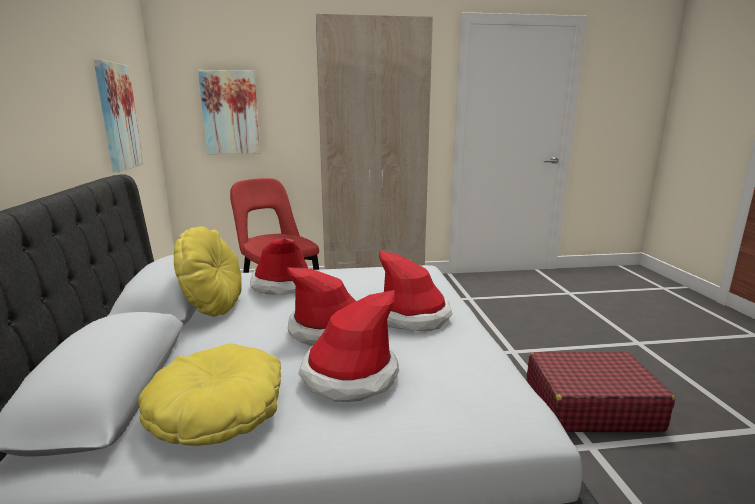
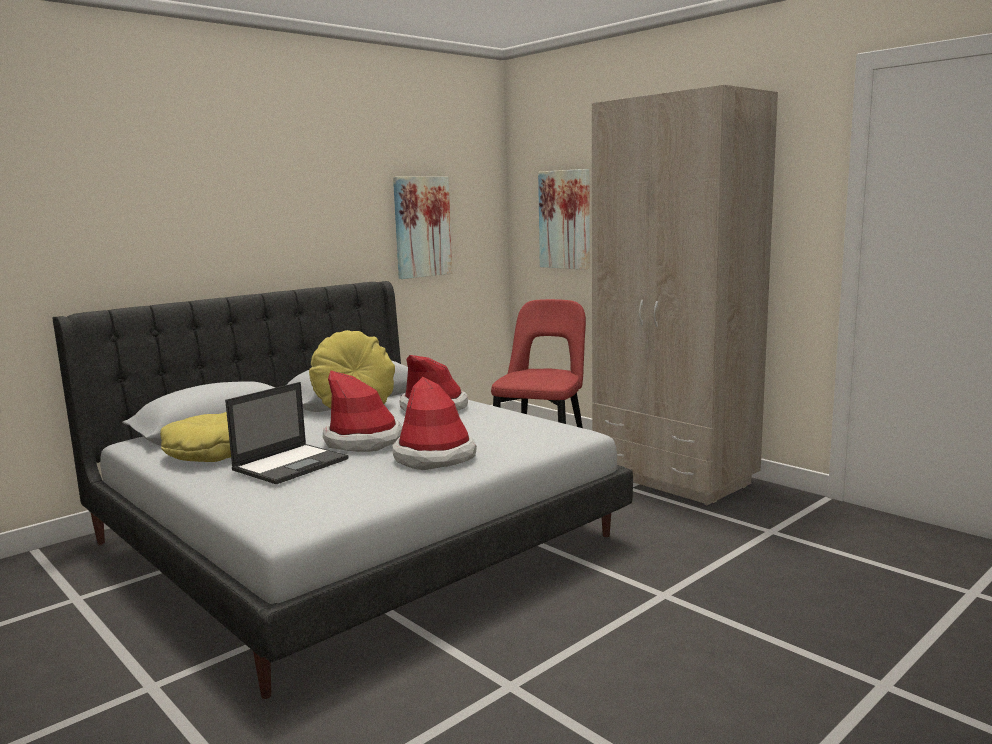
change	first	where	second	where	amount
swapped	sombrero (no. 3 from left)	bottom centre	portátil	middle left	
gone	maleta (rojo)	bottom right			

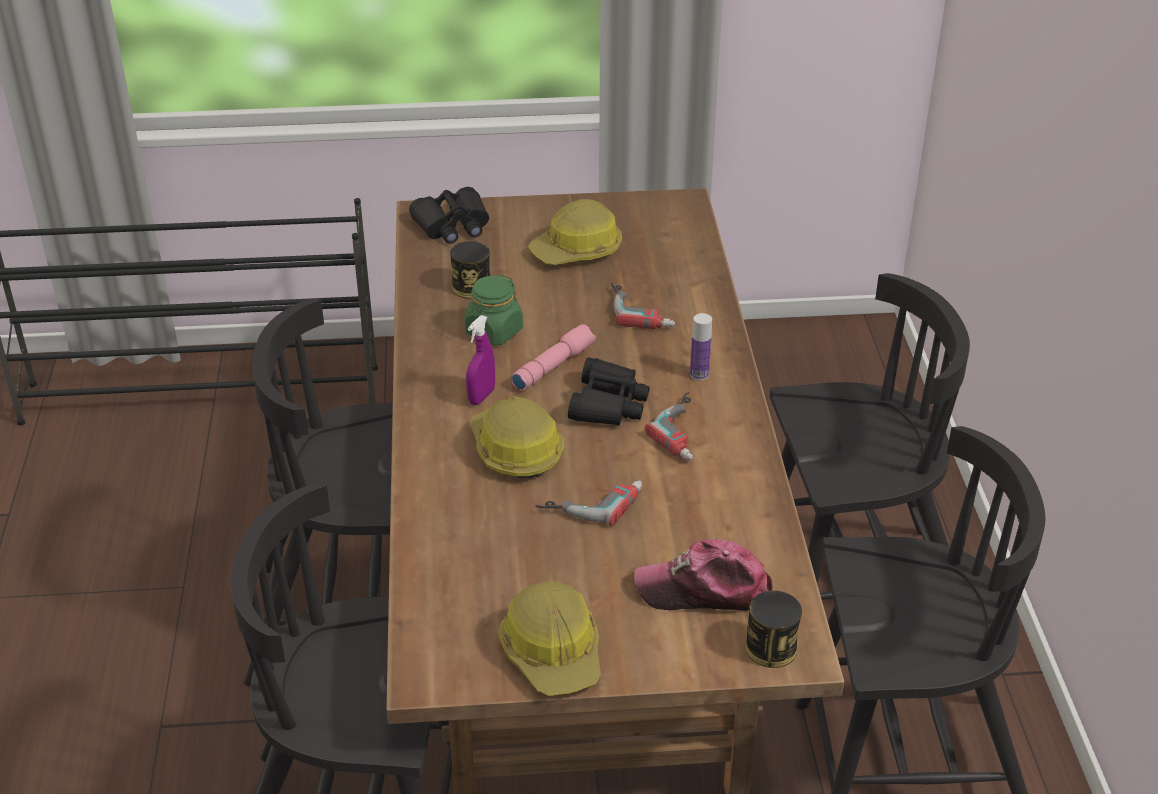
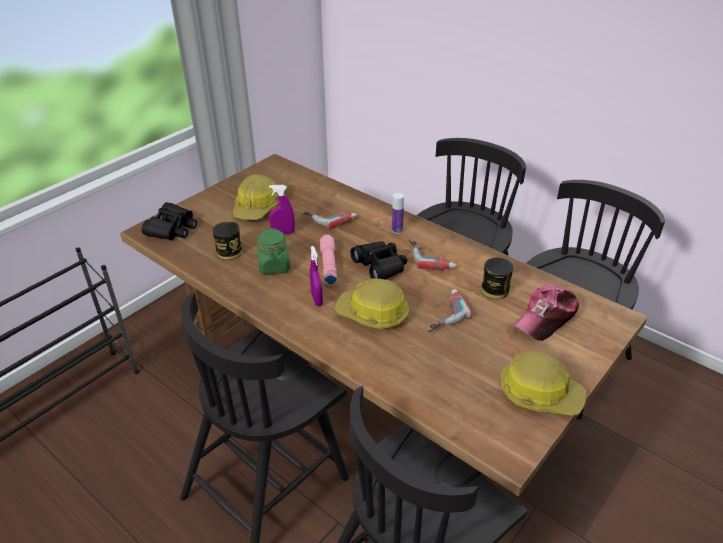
change	first	where	second	where	amount
new			pulverizador (morado) (no. 1 from left)	centre	
shifted	lata (no. 2 from left)	bottom right		middle right	

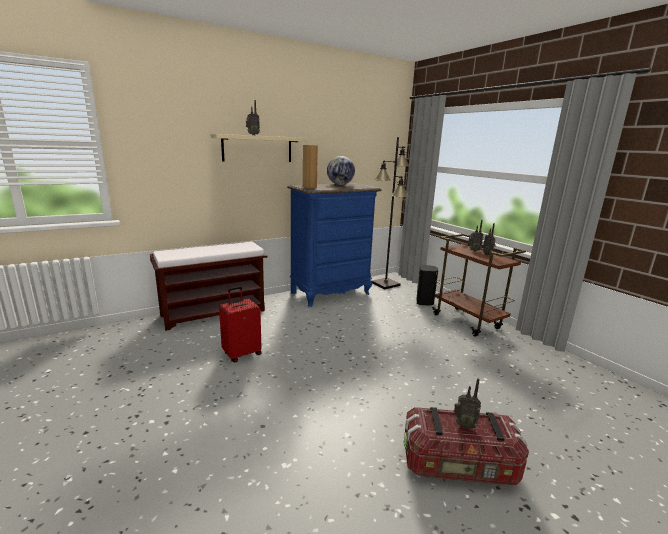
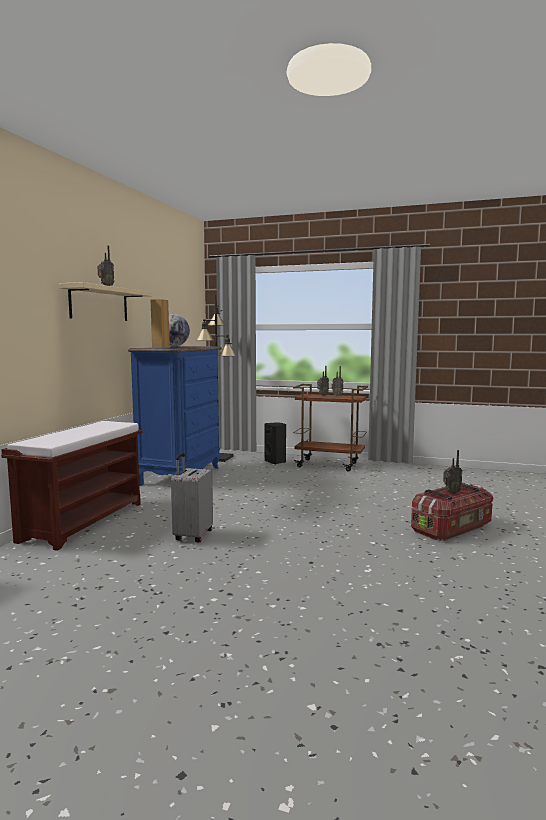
change	first	where	second	where	amount
repainted	maleta (rojo)	centre	maleta (gris)	centre	

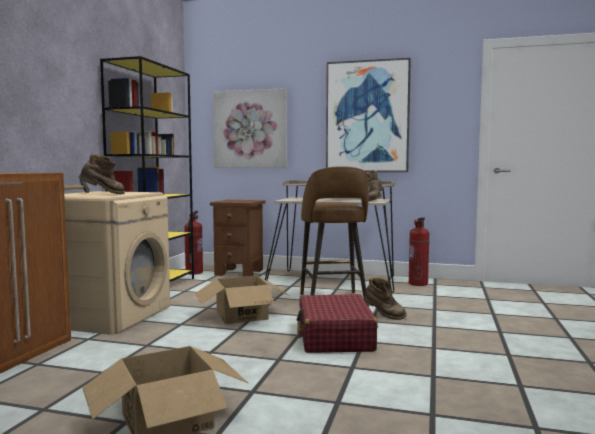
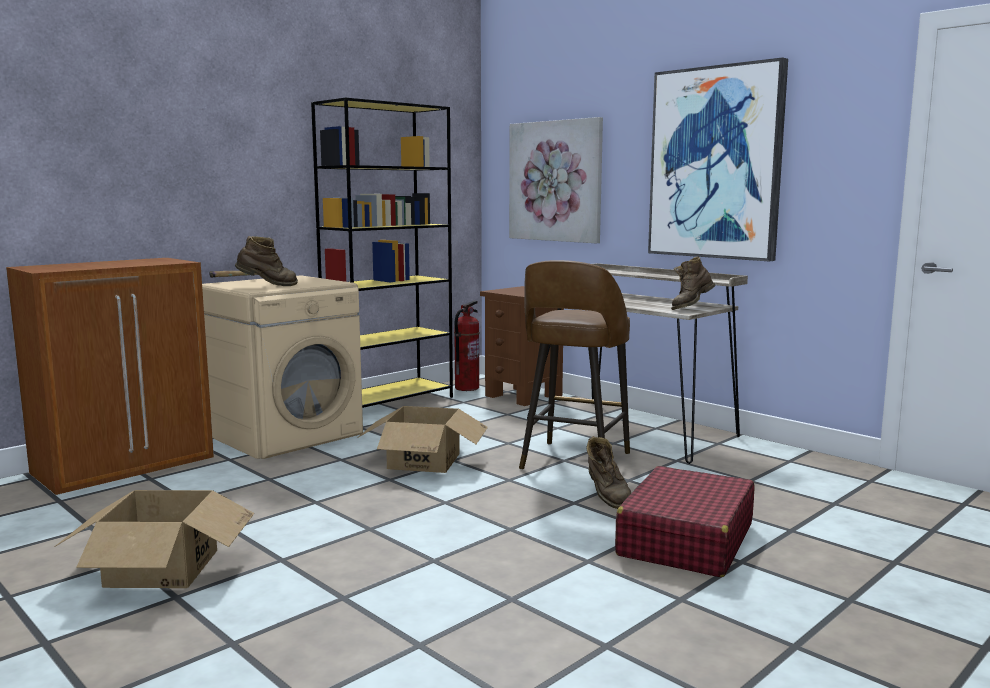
change	first	where	second	where	amount
shifted	maleta (rojo)	bottom centre		bottom right	
gone	extintor (no. 2 from left)	middle right			

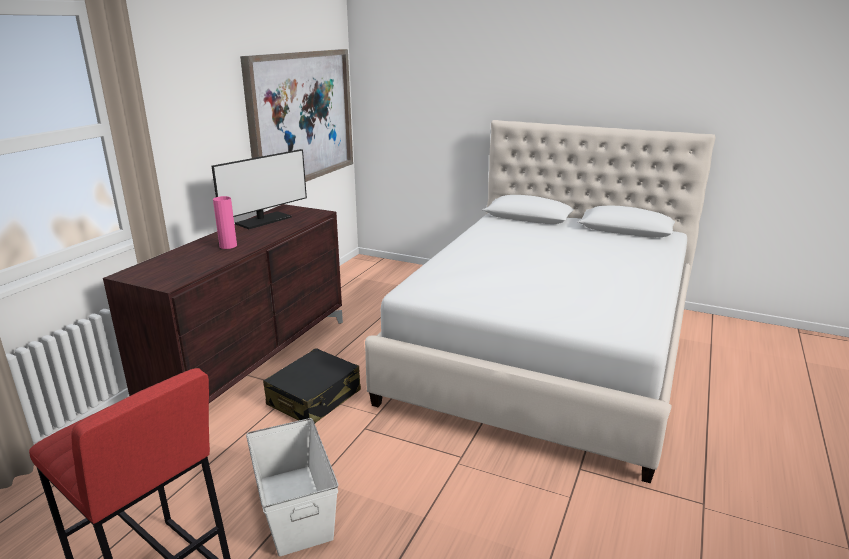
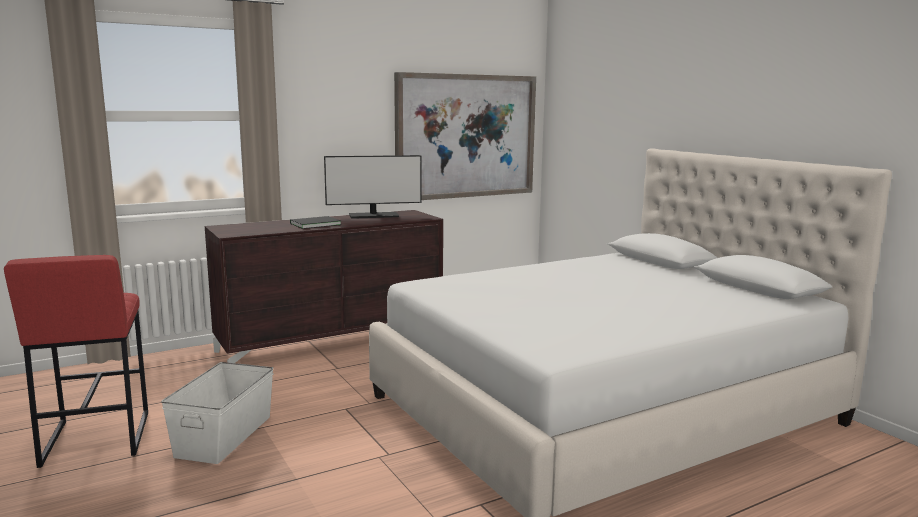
change	first	where	second	where	amount
swapped	florero (rosa)	middle left	libro (negro)	centre	
gone	maleta (negro)	bottom centre			

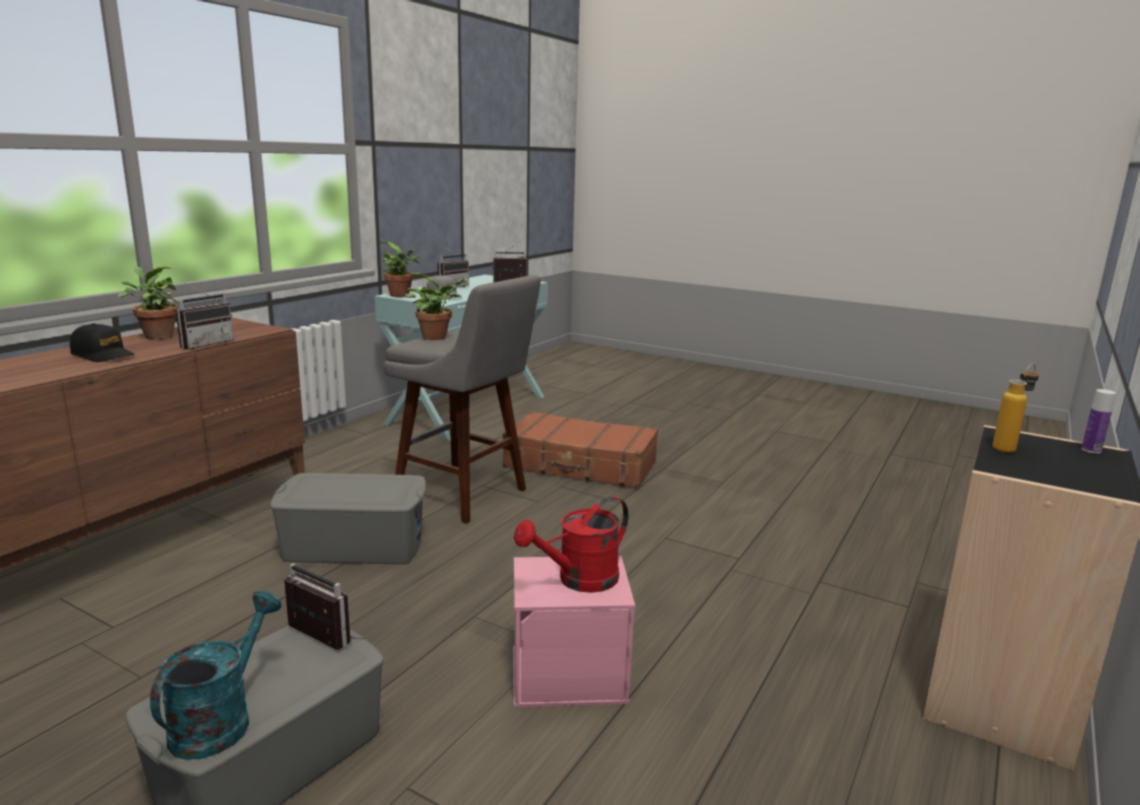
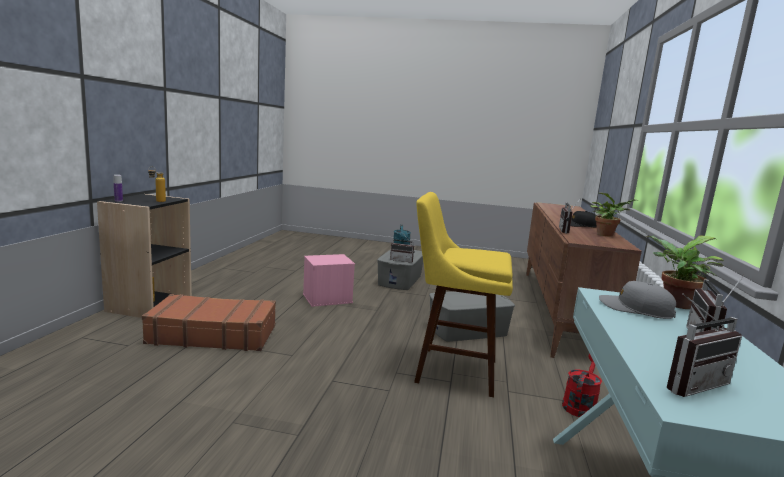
change	first	where	second	where	amount
shifted	maleta (marrón)	centre		bottom left	
repainted	taburete (gris)	centre	taburete (amarillo)	centre	
shifted	regadera (rojo)	bottom centre		bottom right	
gone	planta en maceta (no. 3 from left)	centre			

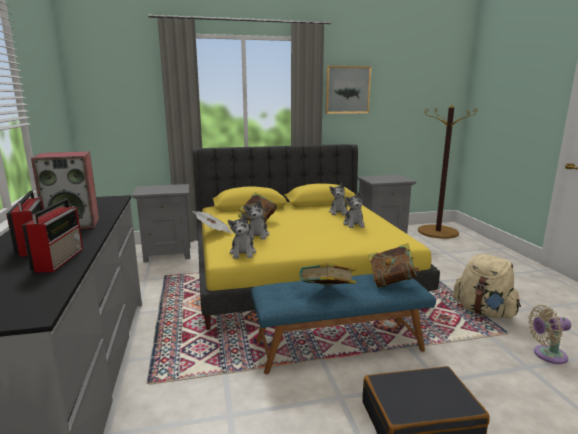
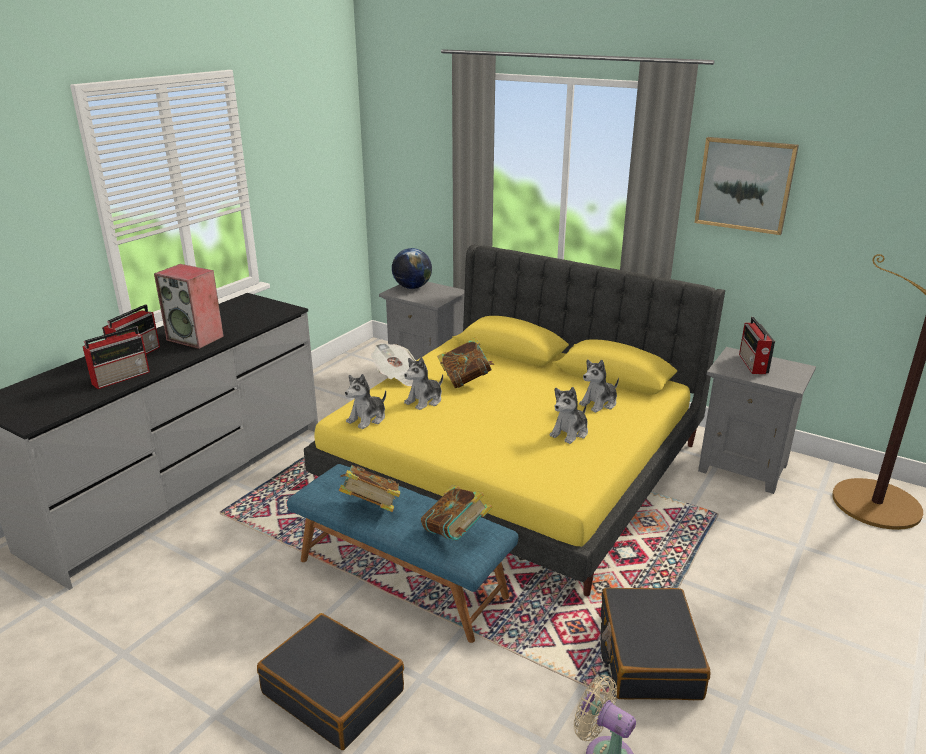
change	first	where	second	where	amount
new			globo terráqueo	centre	
swapped	mochila (beis)	middle right	maleta (negro) (no. 2 from left)	bottom right	
new			radio (no. 3 from left)	middle right	

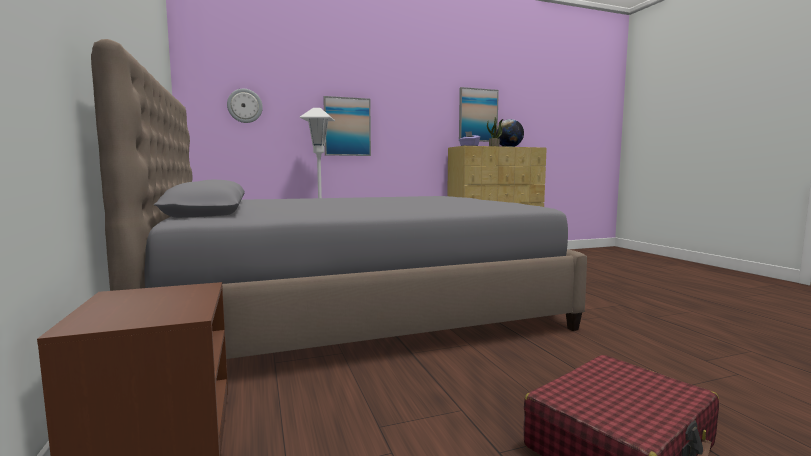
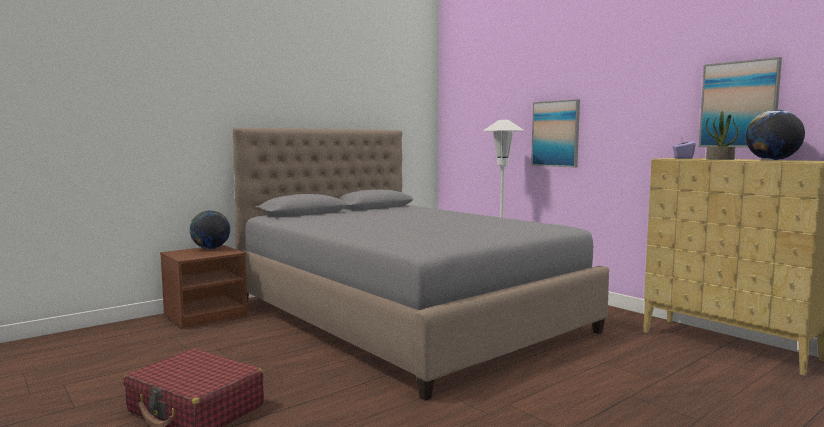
change	first	where	second	where	amount
new			globo terráqueo (no. 1 from left)	middle left	
gone	reloj de pared	top left			

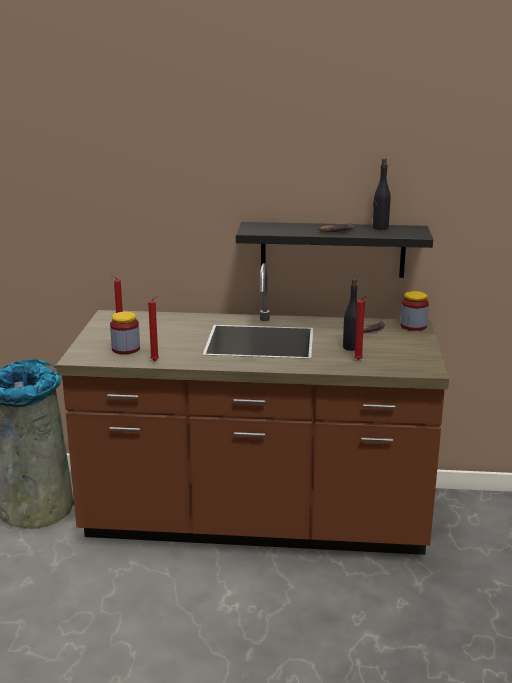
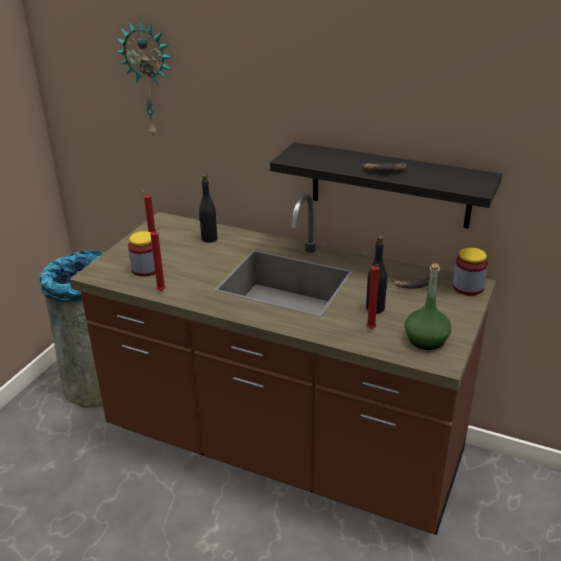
change	first	where	second	where	amount
new			reloj de pared	top left	
shifted	botella (negro) (no. 2 from left in the first image)	top right	botella (negro) (no. 1 from left)	centre	
new			botella (verde)	middle right	

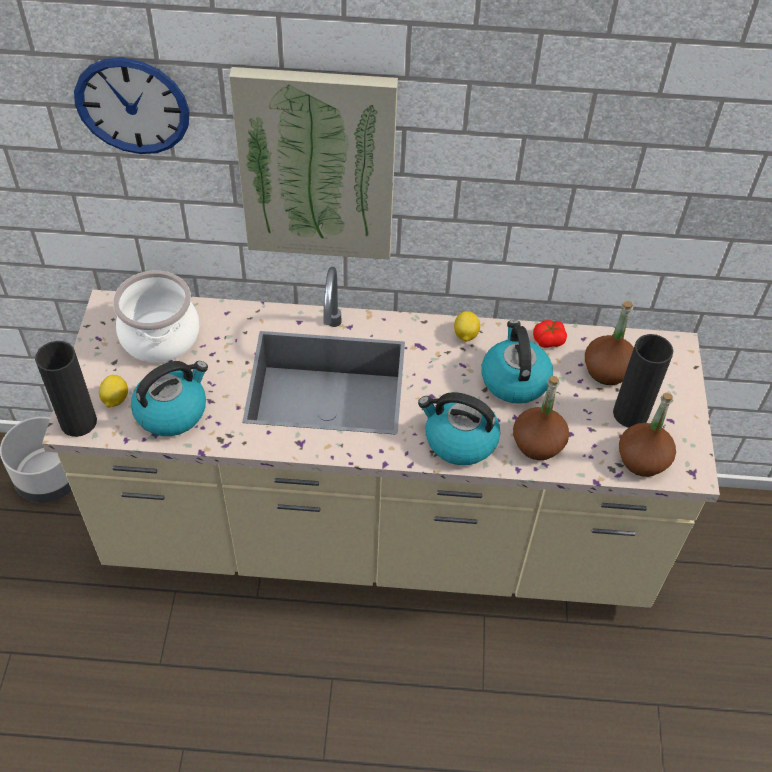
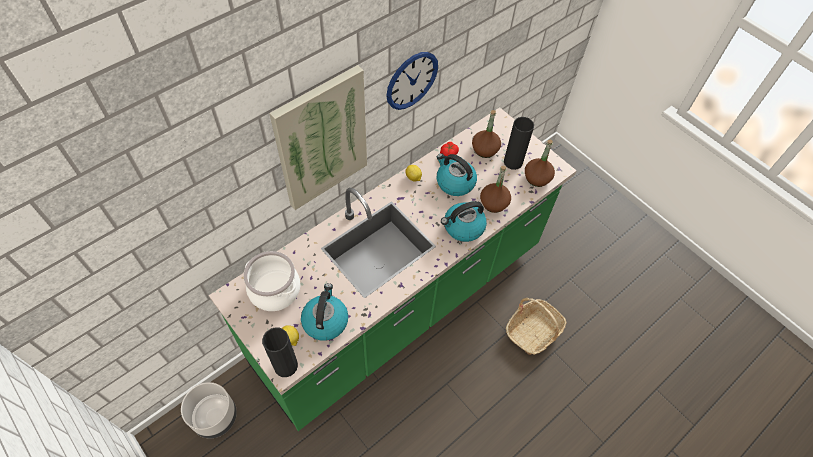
change	first	where	second	where	amount
repainted	mueble bajo de cocina (beis)	centre	mueble bajo de cocina (verde)	centre	
shifted	reloj de pared	top left		top centre	
new			cesta	bottom centre	

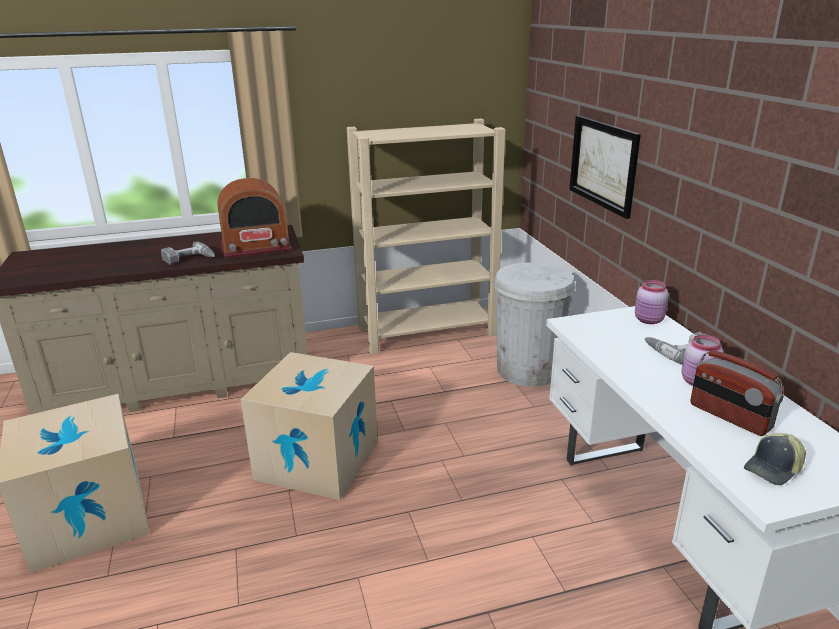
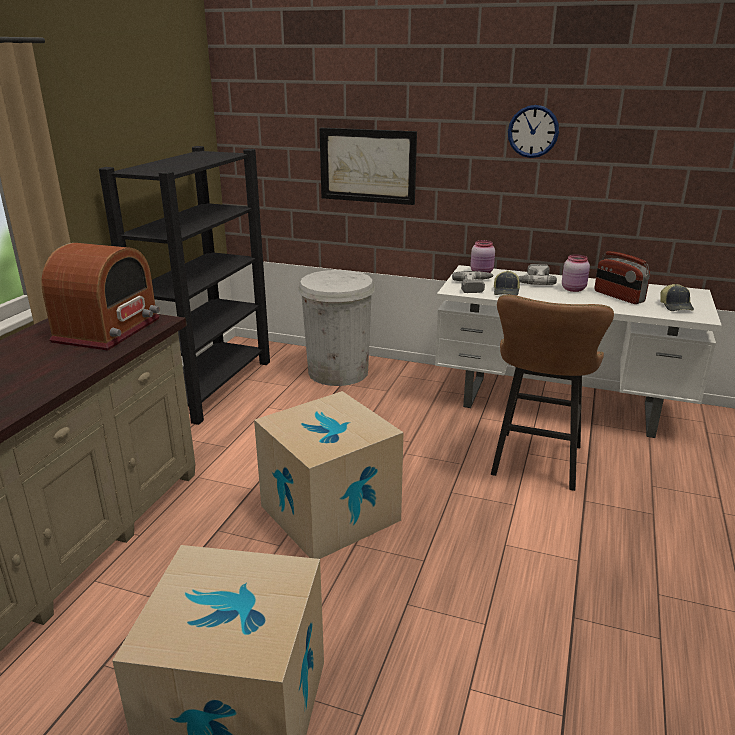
change	first	where	second	where	amount
repainted	estantería (beis)	centre	estantería (negro)	middle left	
shifted	taladro (no. 1 from left)	middle left		centre	
new			taburete (marrón)	middle right	
new			gorra (no. 1 from left)	middle right	
new			reloj de pared	top right	
rotated	radio (no. 2 from left)	middle right		middle right	60 degrees clockwise

